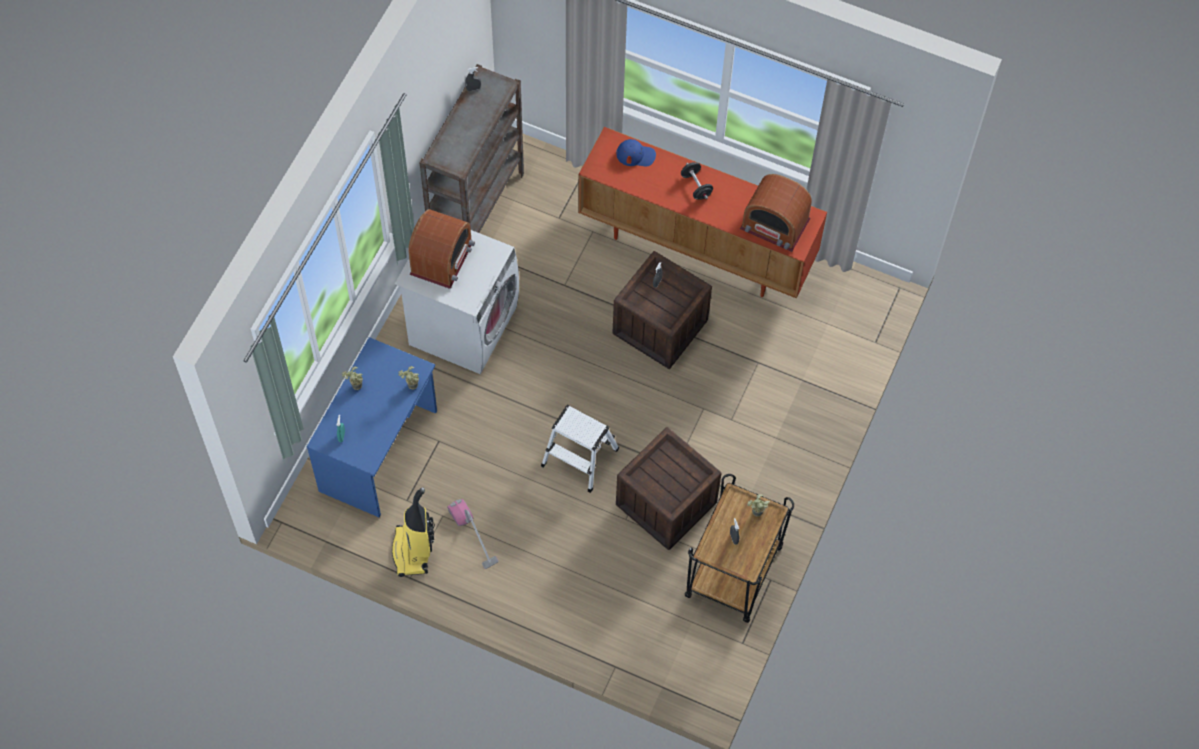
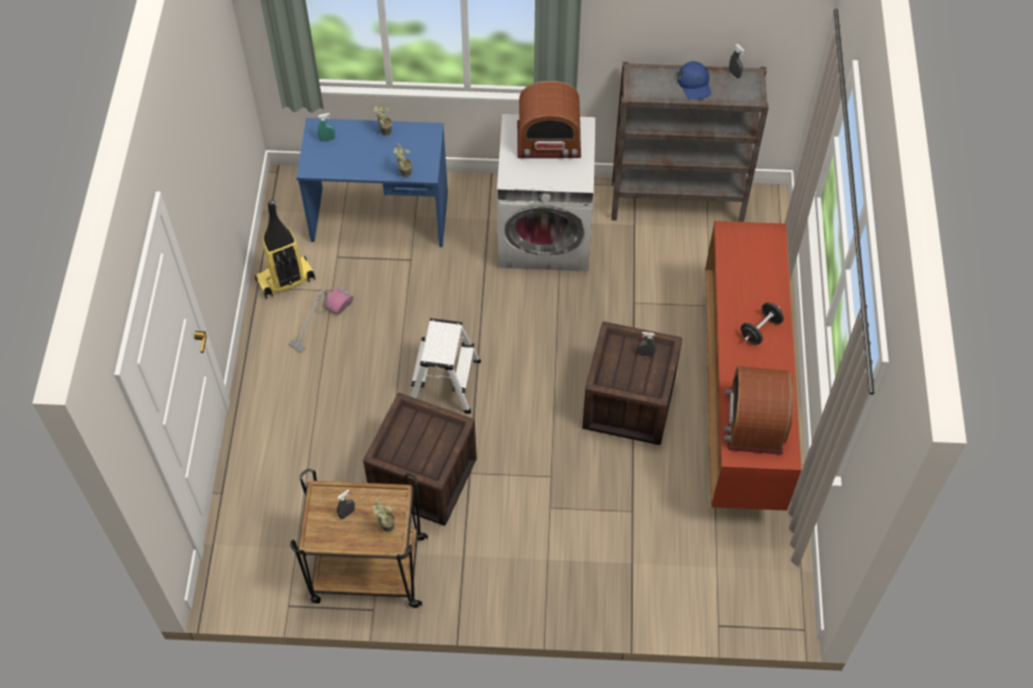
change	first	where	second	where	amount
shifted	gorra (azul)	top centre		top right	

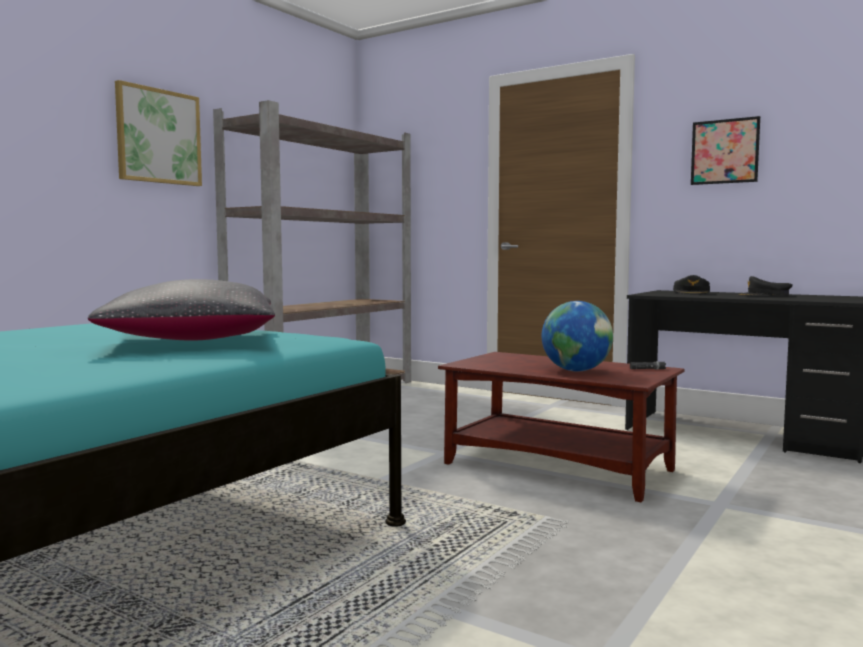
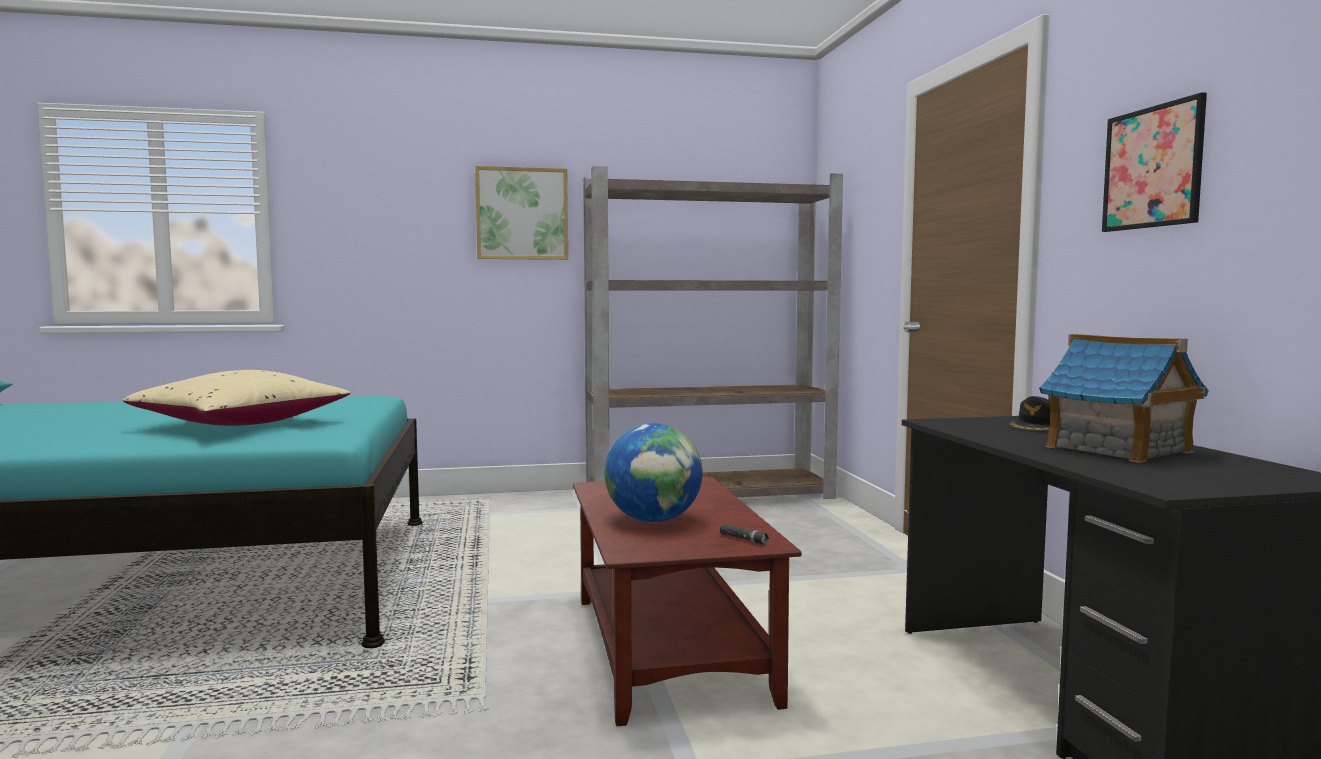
change	first	where	second	where	amount
repainted	cojín (negro)	middle left	cojín (beis)	middle left	
swapped	gorra (negro) (no. 2 from left)	middle right	casita	middle right	

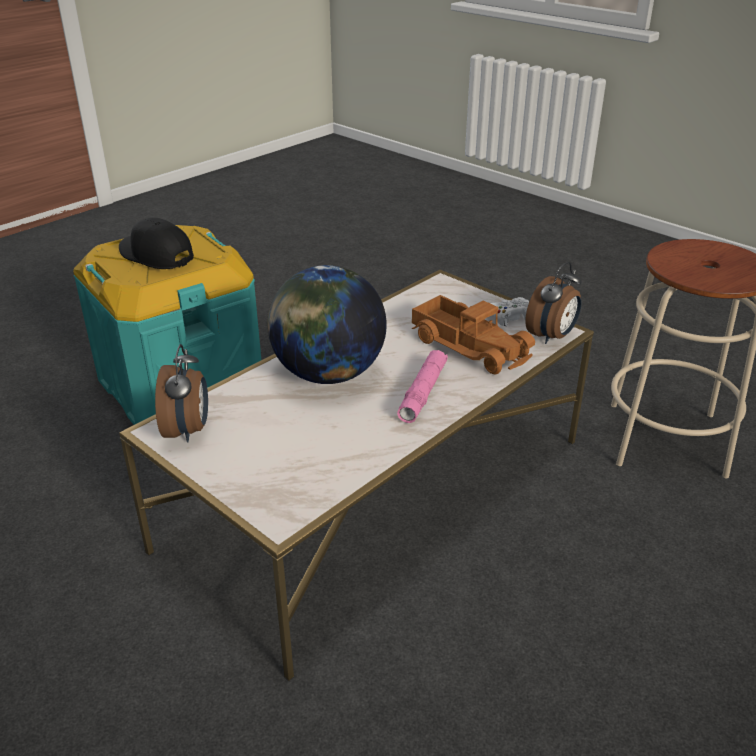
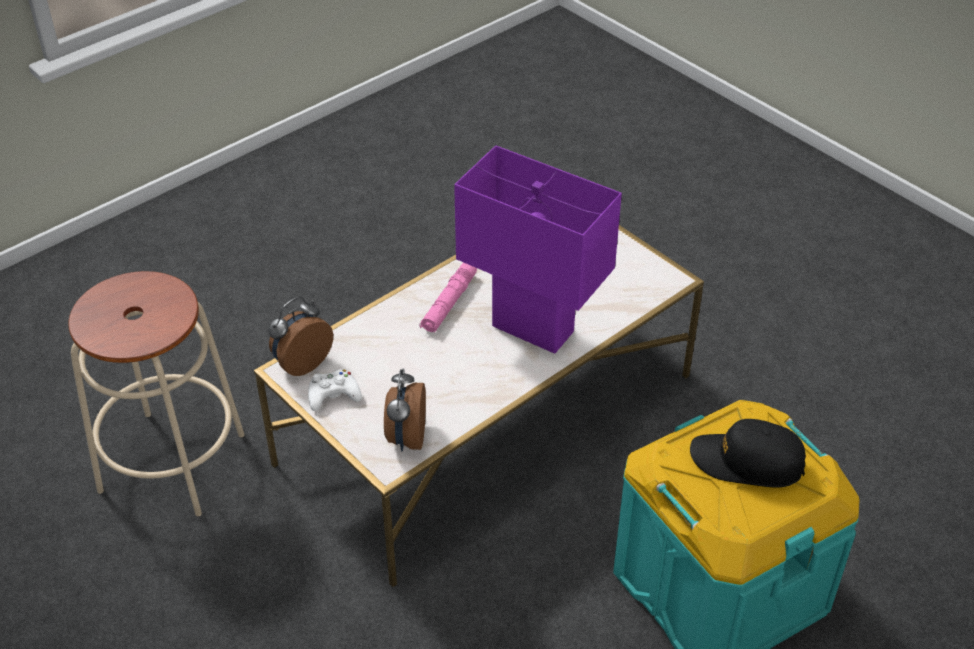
change	first	where	second	where	amount
shifted	despertador (no. 1 from left in the first image)	middle left	despertador (no. 2 from left)	centre	
swapped	globo terráqueo	centre	lámpara de mesa (morado)	centre	
rotated	gorra (negro)	top left		bottom right	150 degrees clockwise
gone	camión de juguete	centre			

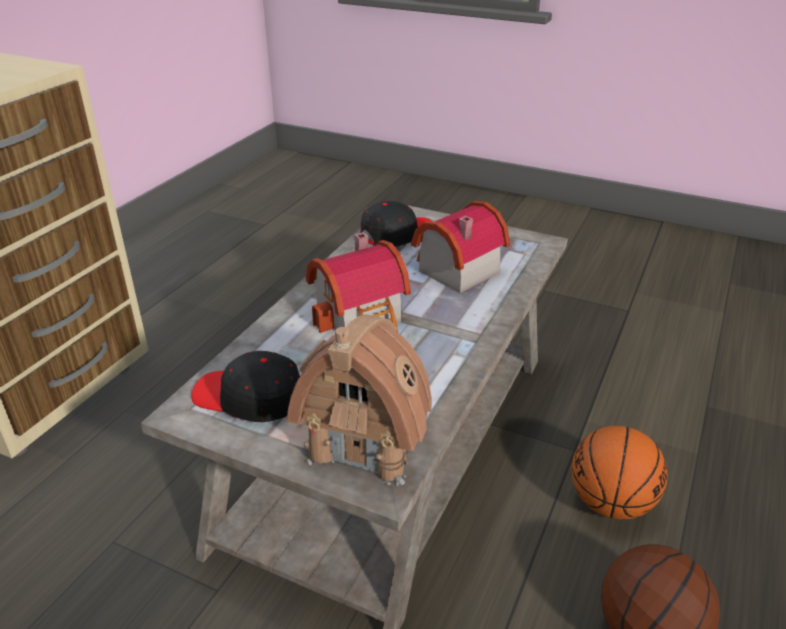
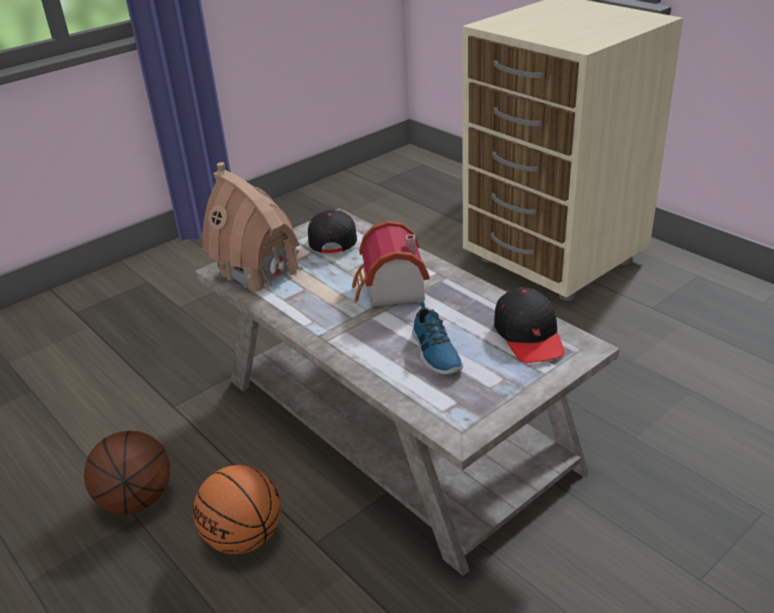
change	first	where	second	where	amount
rotated	gorra (negro) (no. 1 from left)	middle left		centre	45 degrees counterclockwise
swapped	casita (no. 3 from left)	centre	zapato	centre	

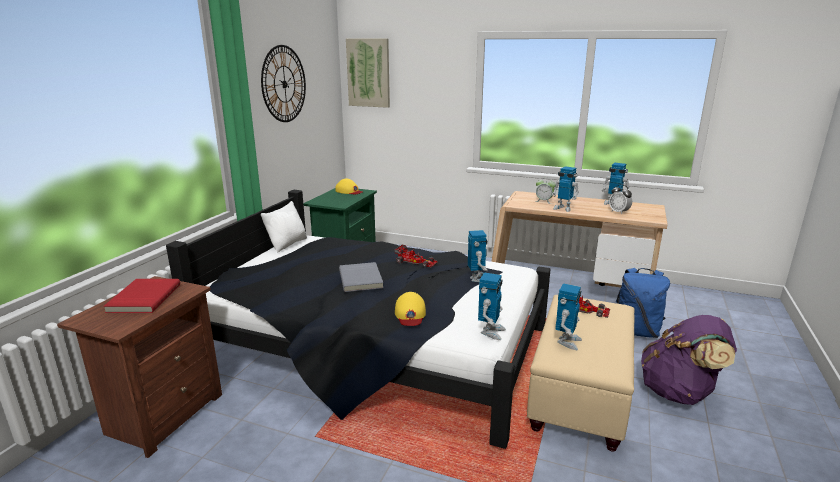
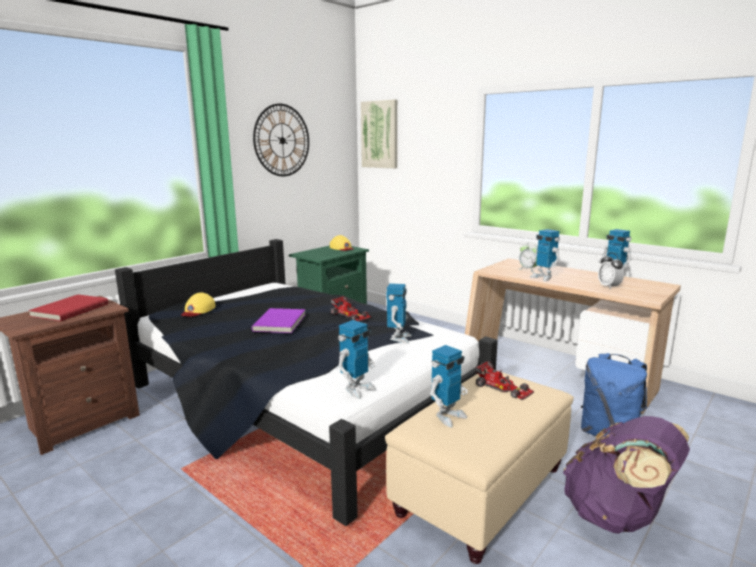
change	first	where	second	where	amount
shifted	gorra (amarillo) (no. 2 from left in the first image)	centre	gorra (amarillo) (no. 1 from left)	middle left	
repainted	libro (gris)	centre	libro (morado)	centre	
gone	cojín (blanco)	centre			

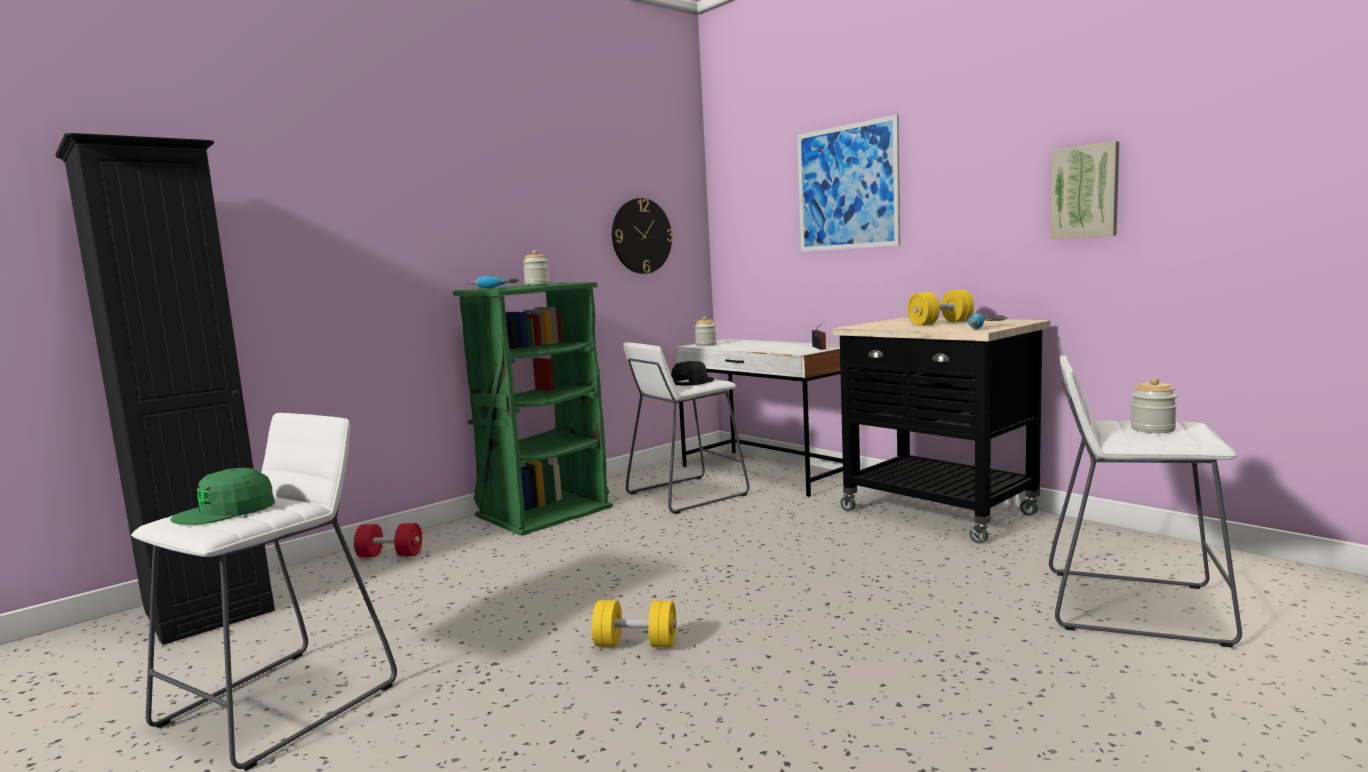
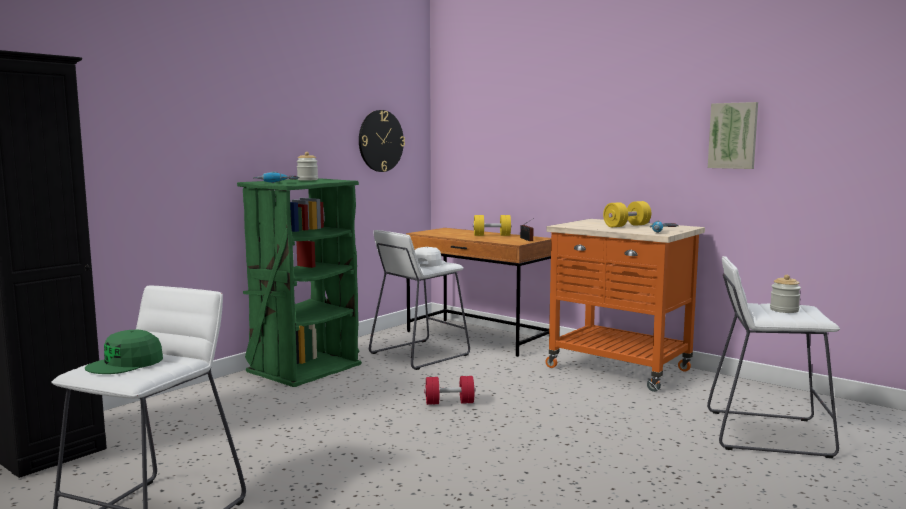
change	first	where	second	where	amount
repainted	escritorio (blanco)	centre	escritorio (marrón)	centre	
repainted	gorra (negro)	centre	gorra (blanco)	centre	
shifted	mancuerna (rojo)	bottom left		bottom centre	
shifted	mancuerna (amarillo) (no. 1 from left)	bottom centre		centre	
repainted	carrito (negro)	middle right	carrito (naranja)	middle right	
gone	tarro (no. 2 from left)	centre			
gone	cuadro (no. 1 from left)	top centre			

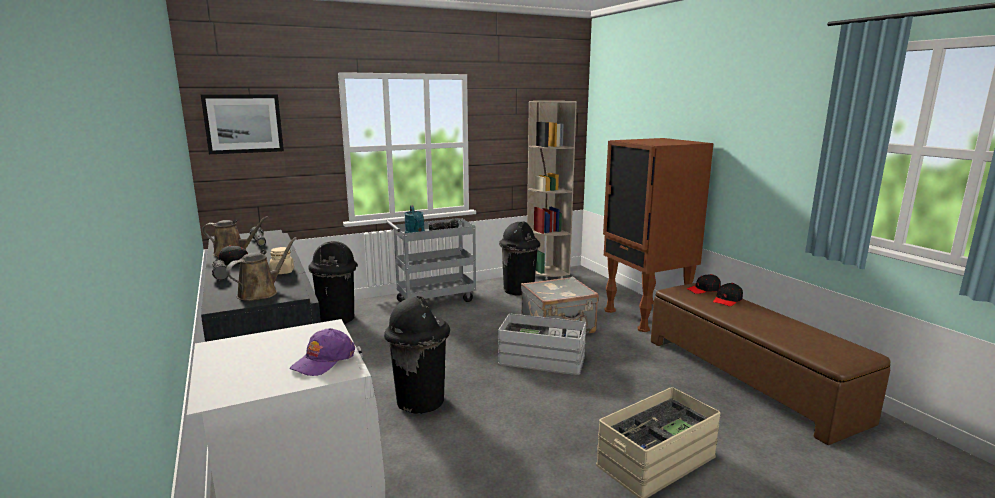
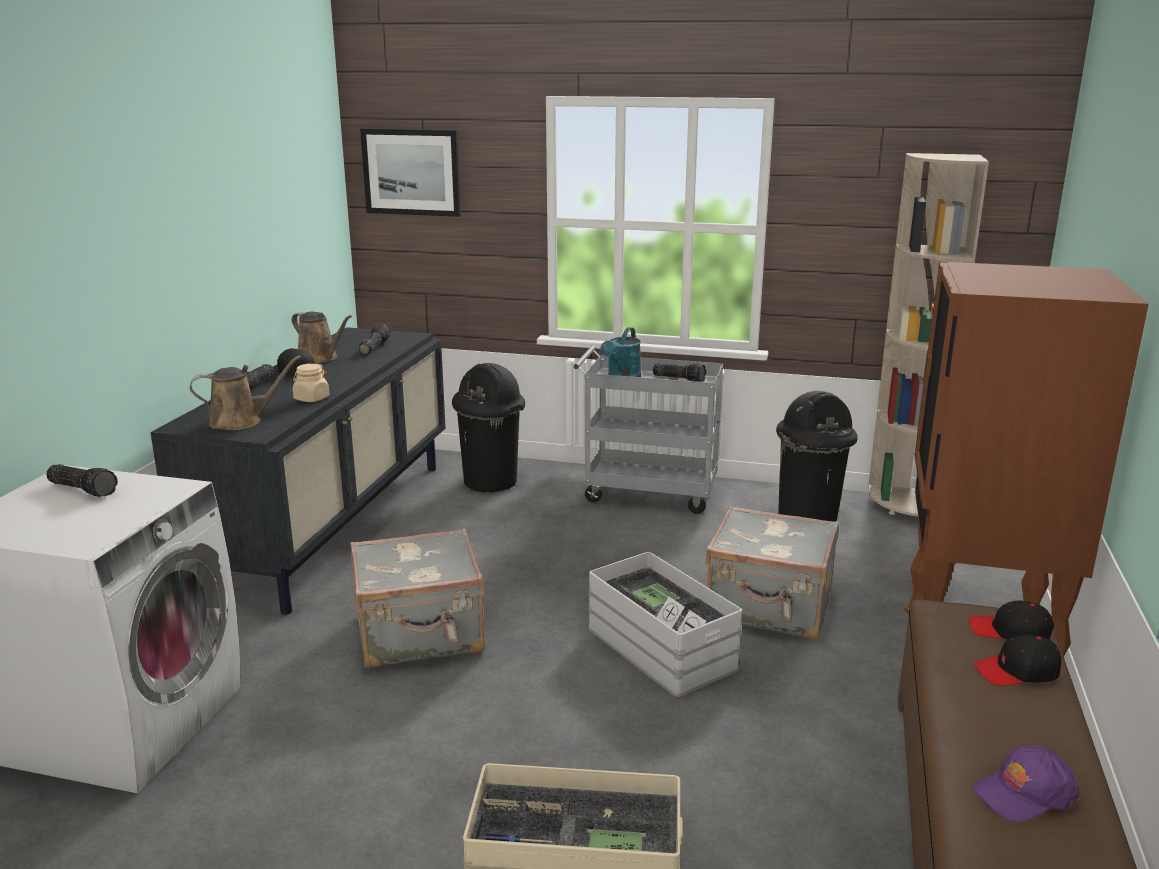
change	first	where	second	where	amount
new			linterna (no. 1 from left)	middle left	
swapped	papelera (negro) (no. 2 from left)	bottom centre	maleta (gris) (no. 1 from left)	bottom centre	
shifted	gorra (morado)	bottom left		bottom right	

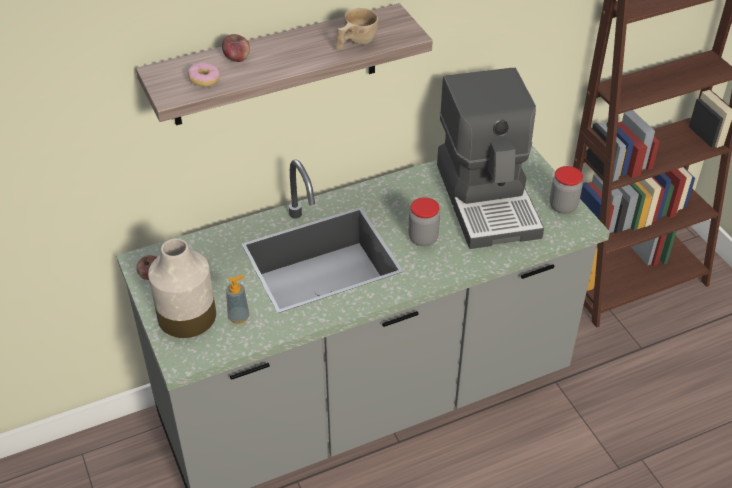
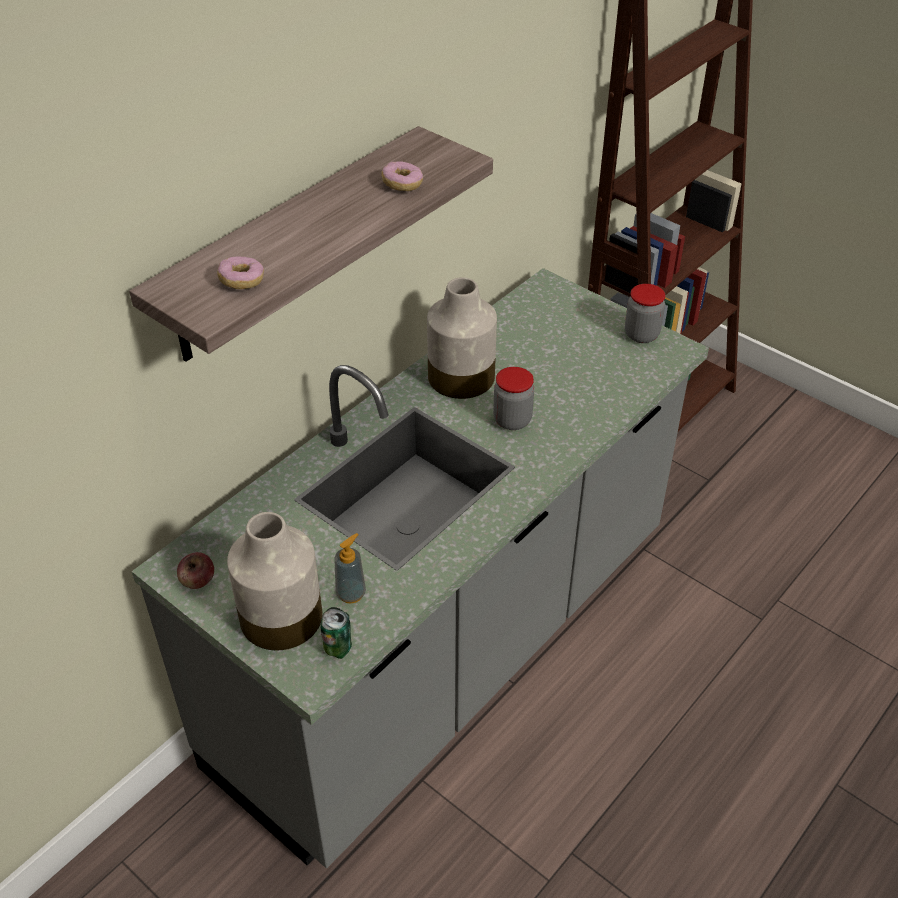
change	first	where	second	where	amount
new			lata	bottom centre	
swapped	taza (beis)	top centre	rosquilla (no. 2 from left)	top centre	
new			florero (beis) (no. 2 from left)	centre	
gone	manzana (no. 2 from left)	top left			
gone	cafetera	top right			

